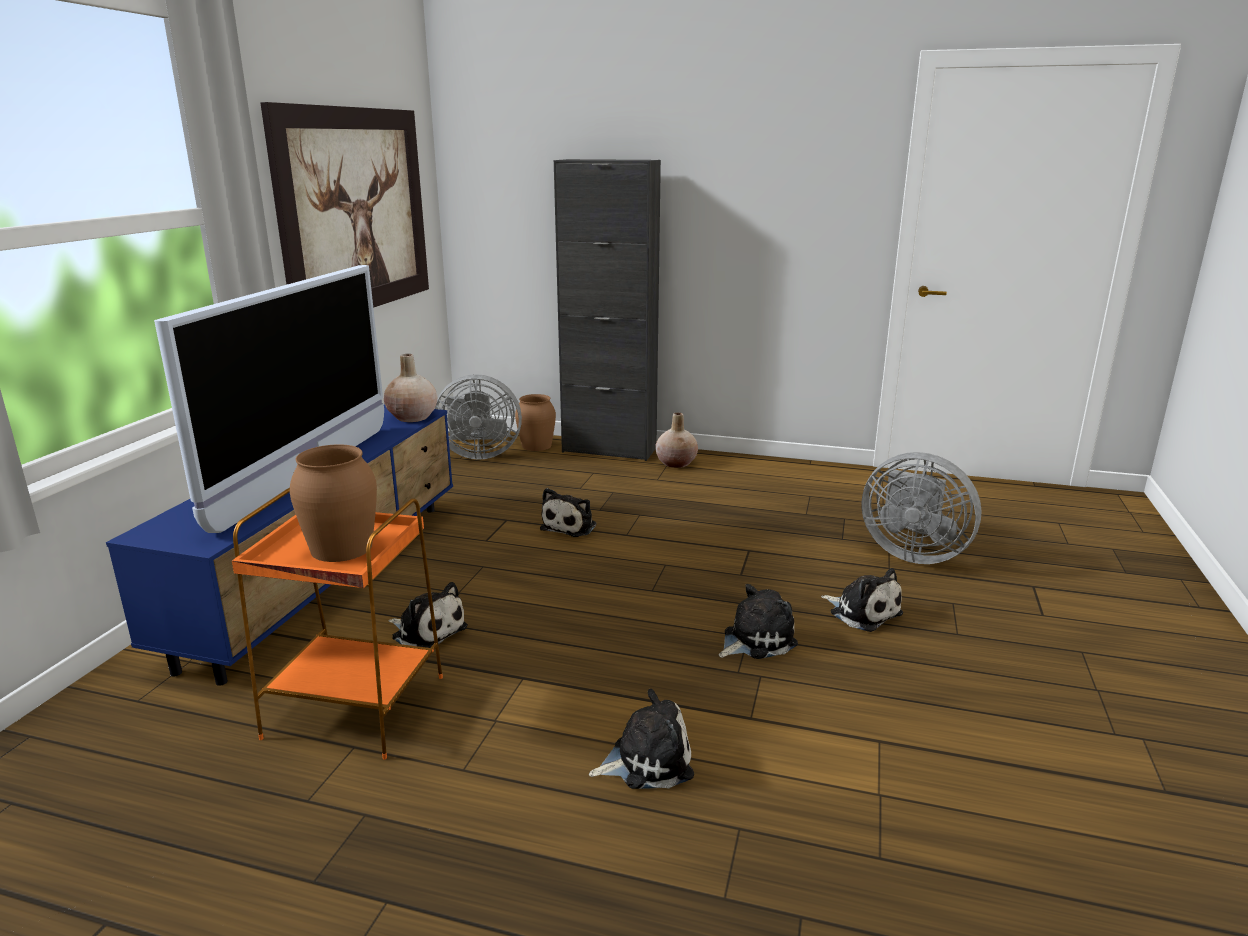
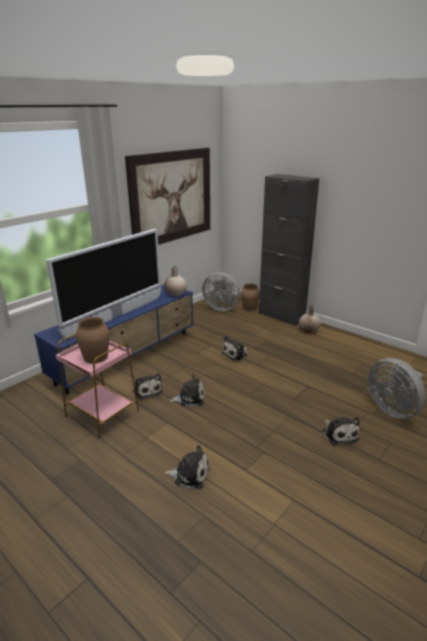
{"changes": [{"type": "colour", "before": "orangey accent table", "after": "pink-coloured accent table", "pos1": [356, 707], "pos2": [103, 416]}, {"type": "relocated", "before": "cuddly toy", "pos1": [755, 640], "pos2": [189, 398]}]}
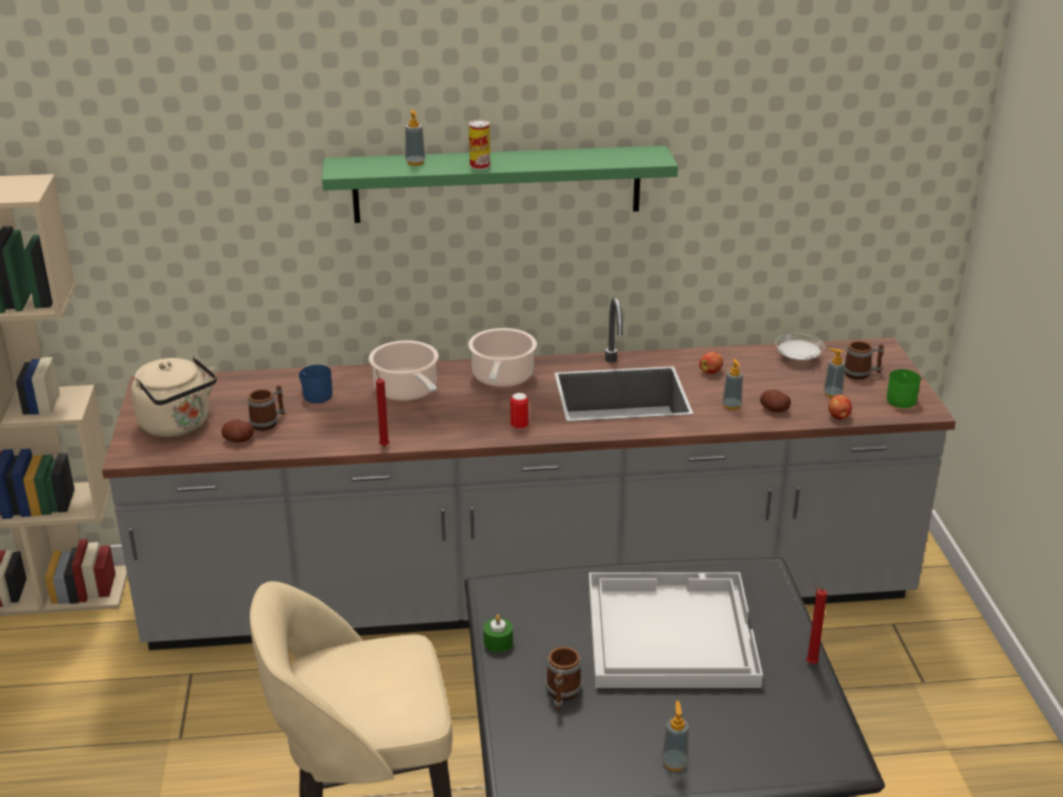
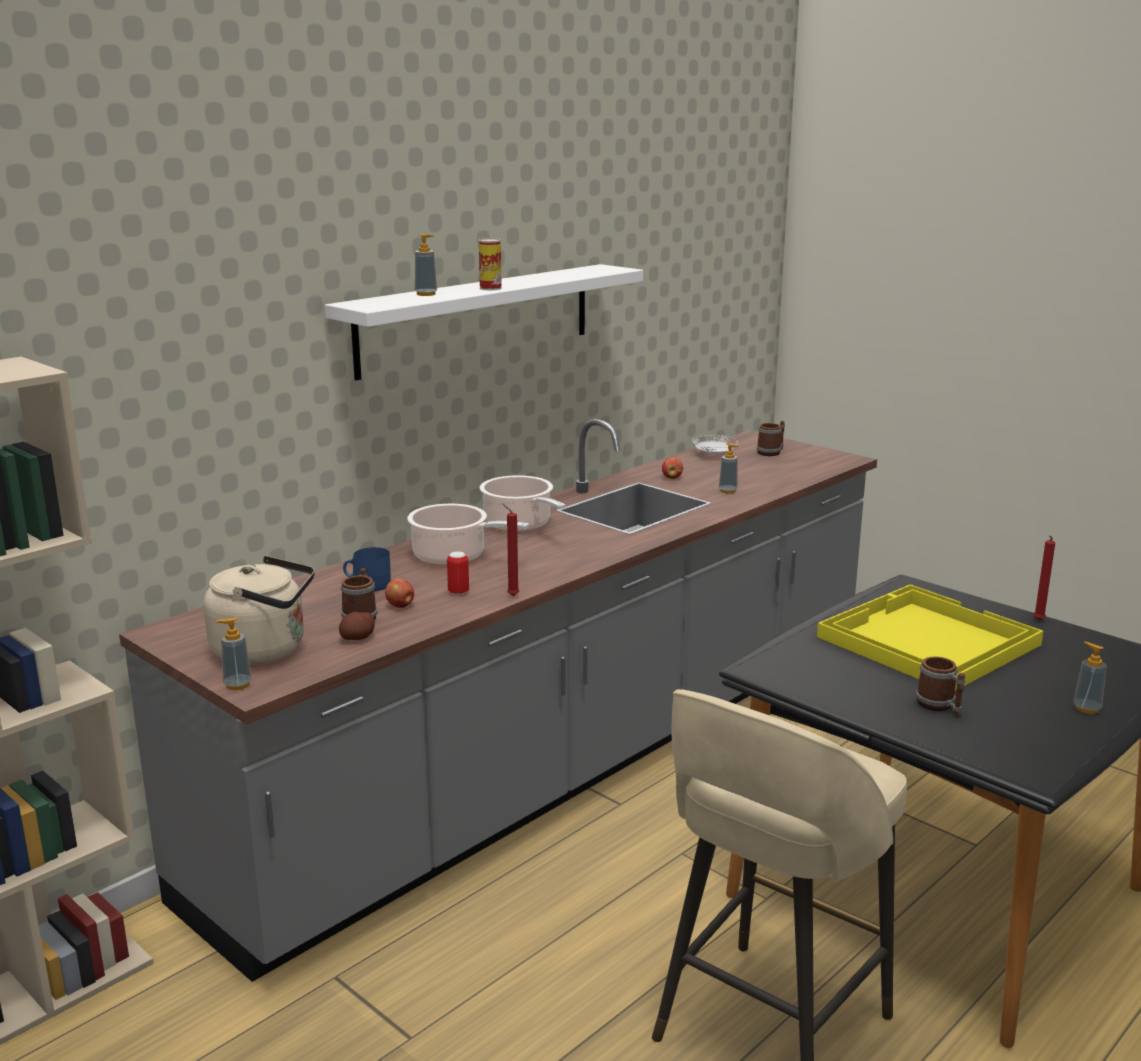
{"changes": [{"type": "relocated", "before": "soap dispenser", "pos1": [832, 394], "pos2": [237, 685]}, {"type": "colour", "before": "green-coloured wall shelf", "after": "white wall shelf", "pos1": [497, 184], "pos2": [477, 319]}, {"type": "relocated", "before": "whole apple", "pos1": [838, 417], "pos2": [400, 606]}, {"type": "relocated", "before": "metal can", "pos1": [519, 426], "pos2": [458, 592]}, {"type": "colour", "before": "white carrying tray", "after": "yellow-coloured carrying tray", "pos1": [668, 632], "pos2": [925, 640]}, {"type": "missing", "before": "green-coloured candle", "pos1": [498, 642]}, {"type": "missing", "before": "whole potato", "pos1": [774, 409]}, {"type": "missing", "before": "green-coloured mug", "pos1": [902, 399]}]}
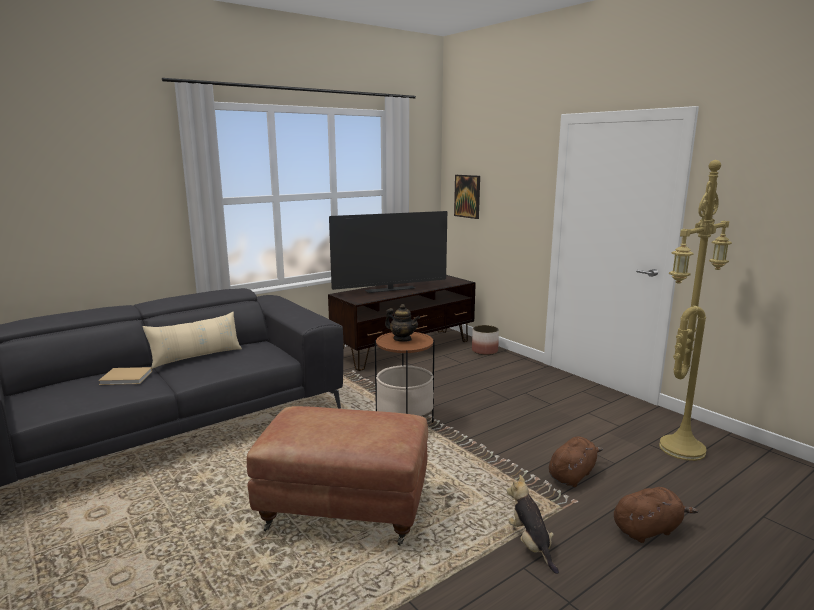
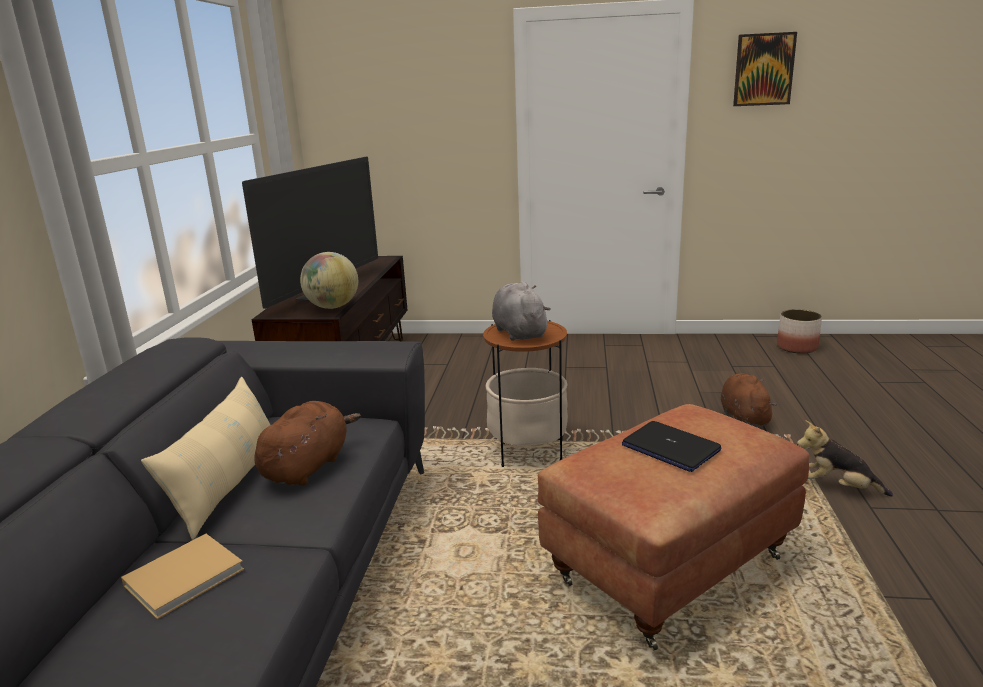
{"changes": [{"type": "relocated", "before": "brown cuddly toy", "pos1": [648, 529], "pos2": [308, 466]}, {"type": "appeared", "after": "desk globe", "pos2": [332, 307]}, {"type": "exchanged", "before": "pot for tea", "after": "gray cuddly toy", "pos1": [402, 339], "pos2": [518, 332]}, {"type": "appeared", "after": "notebook computer", "pos2": [670, 448]}, {"type": "relocated", "before": "wall picture", "pos1": [467, 196], "pos2": [763, 69]}, {"type": "relocated", "before": "flower pot", "pos1": [485, 351], "pos2": [797, 347]}, {"type": "missing", "before": "yellow-coloured standard lamp", "pos1": [679, 447]}]}
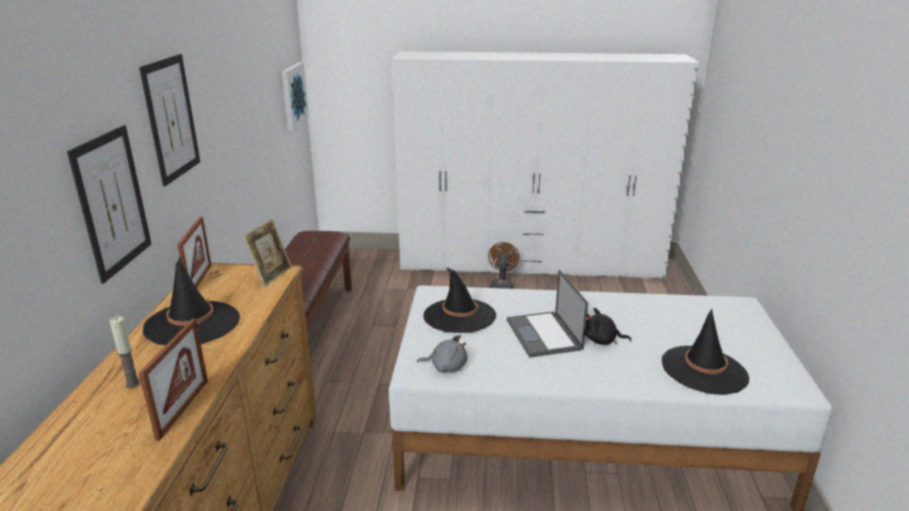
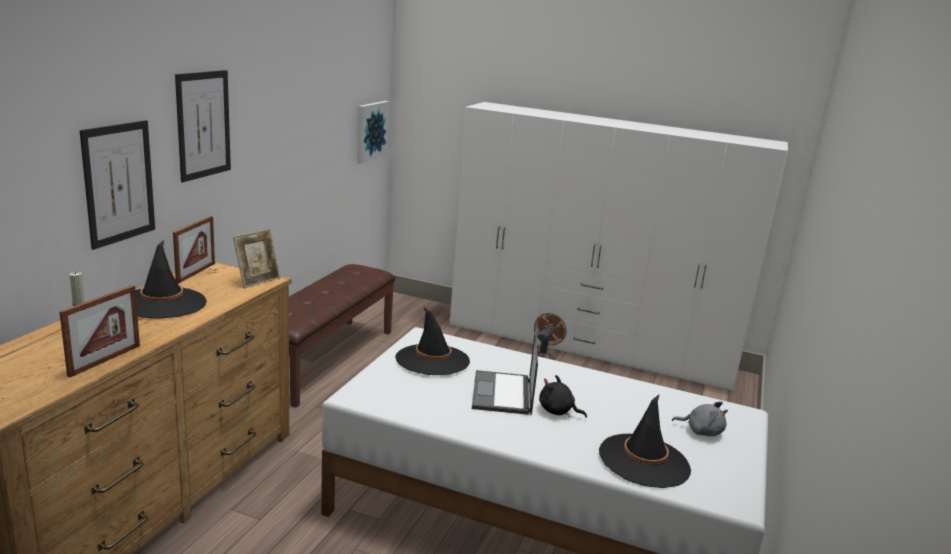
{"changes": [{"type": "relocated", "before": "gray cuddly toy", "pos1": [446, 366], "pos2": [701, 431]}]}
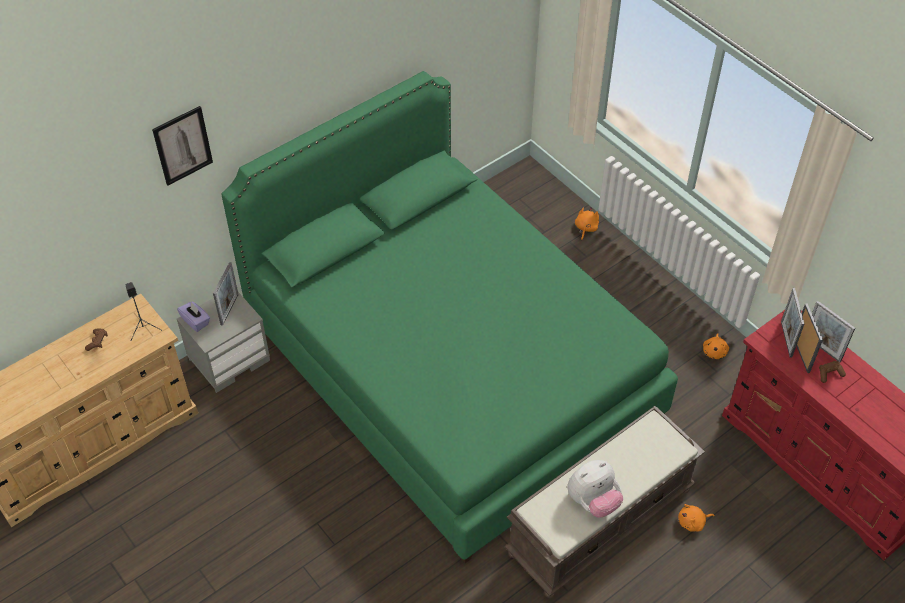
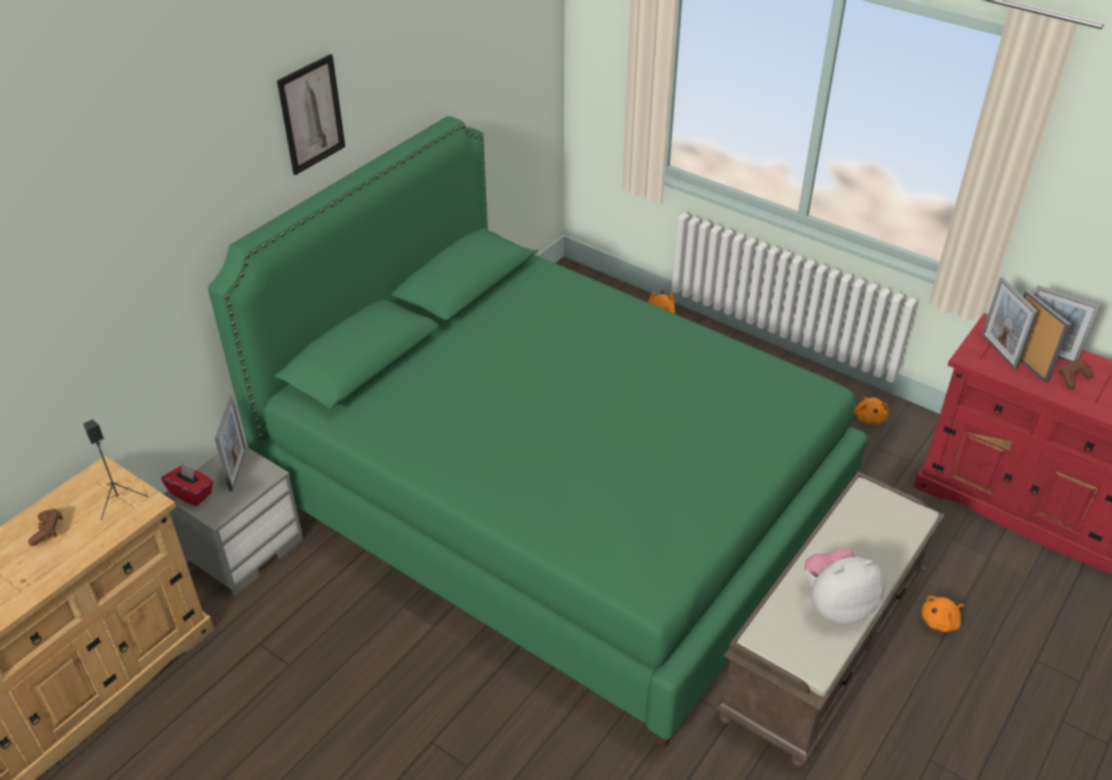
{"changes": [{"type": "colour", "before": "purple tissue holder", "after": "red-coloured tissue holder", "pos1": [196, 321], "pos2": [191, 493]}, {"type": "relocated", "before": "wall picture", "pos1": [183, 145], "pos2": [311, 114]}, {"type": "spun", "before": "cuddly toy", "pos1": [593, 501], "pos2": [836, 605], "turn": -150}]}
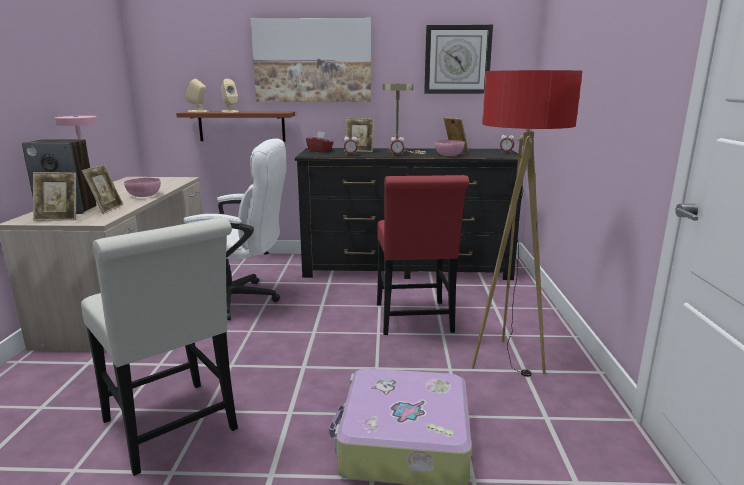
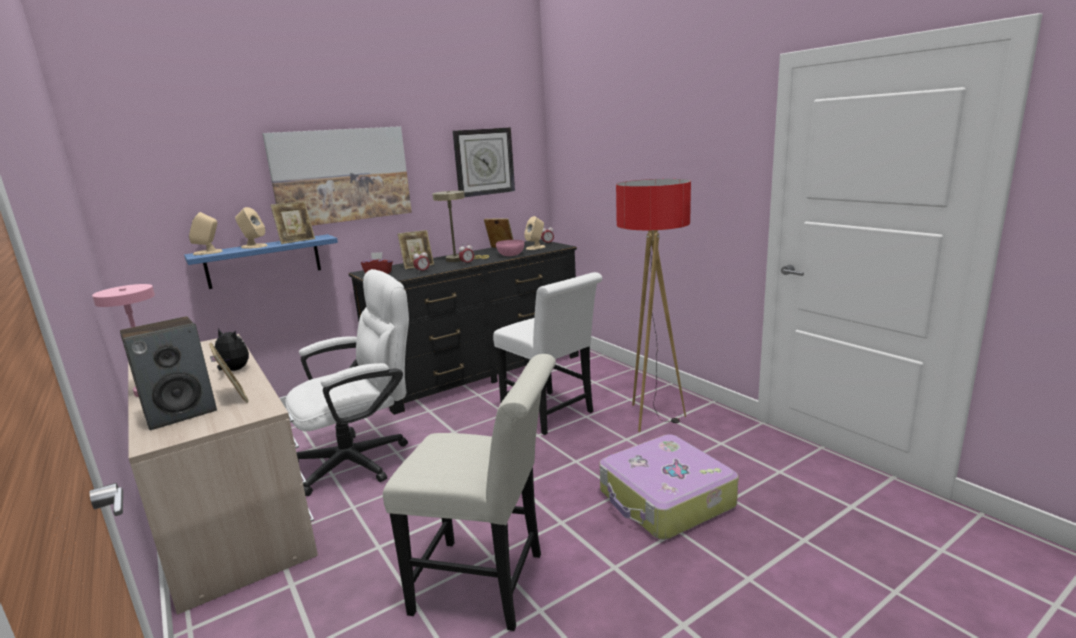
{"changes": [{"type": "colour", "before": "brown wall shelf", "after": "blue wall shelf", "pos1": [242, 126], "pos2": [263, 261]}, {"type": "exchanged", "before": "pink-coloured bowl", "after": "cuddly toy", "pos1": [144, 195], "pos2": [233, 370]}, {"type": "relocated", "before": "picture frame", "pos1": [59, 218], "pos2": [296, 241]}, {"type": "colour", "before": "red-coloured plain chair", "after": "white plain chair", "pos1": [415, 321], "pos2": [551, 414]}, {"type": "appeared", "after": "sand-coloured audio speaker", "pos2": [535, 247]}]}
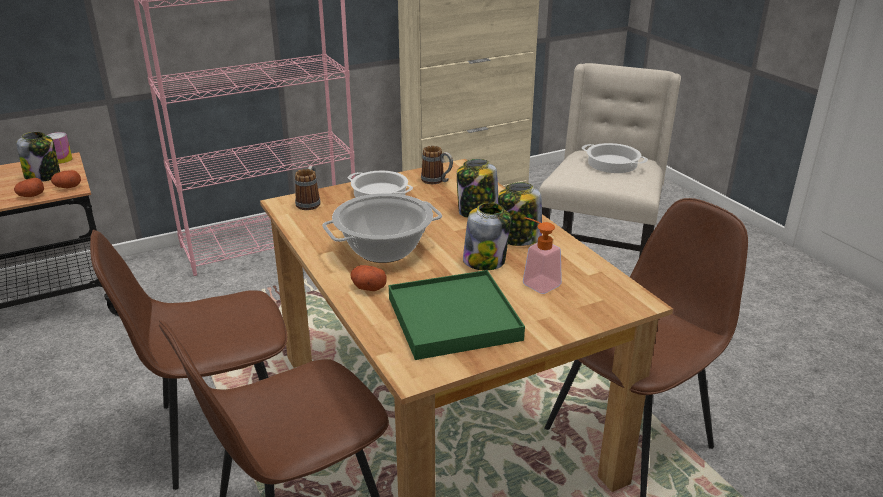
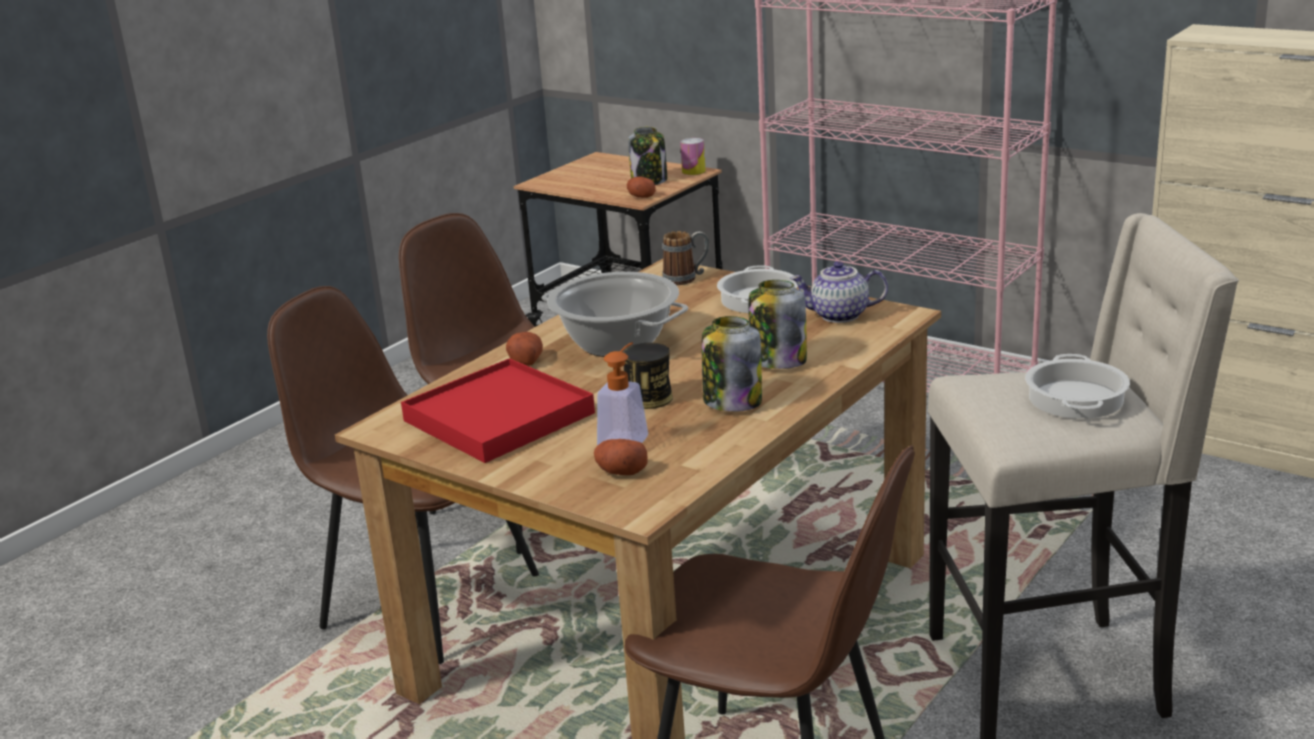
{"changes": [{"type": "colour", "before": "green-coloured carrying tray", "after": "red-coloured carrying tray", "pos1": [454, 319], "pos2": [499, 417]}, {"type": "relocated", "before": "whole potato", "pos1": [31, 195], "pos2": [620, 471]}, {"type": "exchanged", "before": "storage jar", "after": "metal can", "pos1": [485, 261], "pos2": [649, 398]}, {"type": "exchanged", "before": "mug", "after": "pot for tea", "pos1": [437, 181], "pos2": [839, 316]}]}
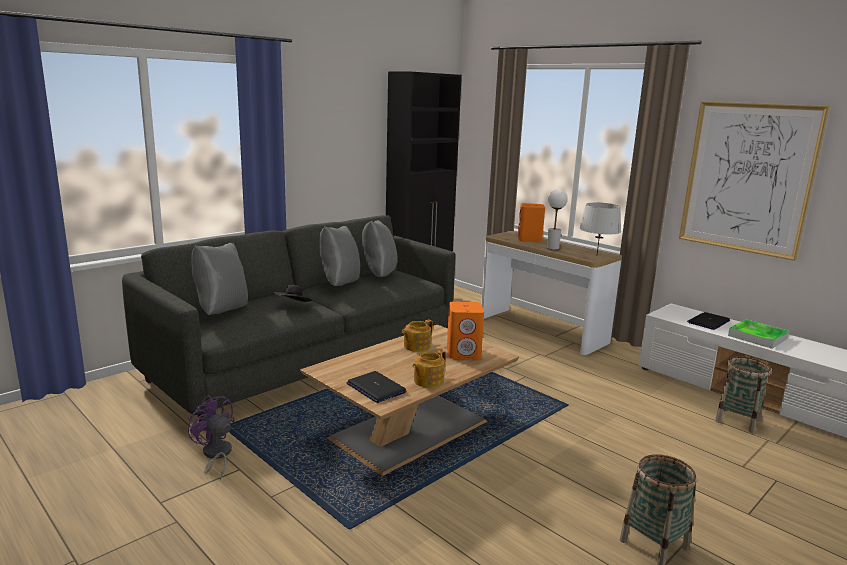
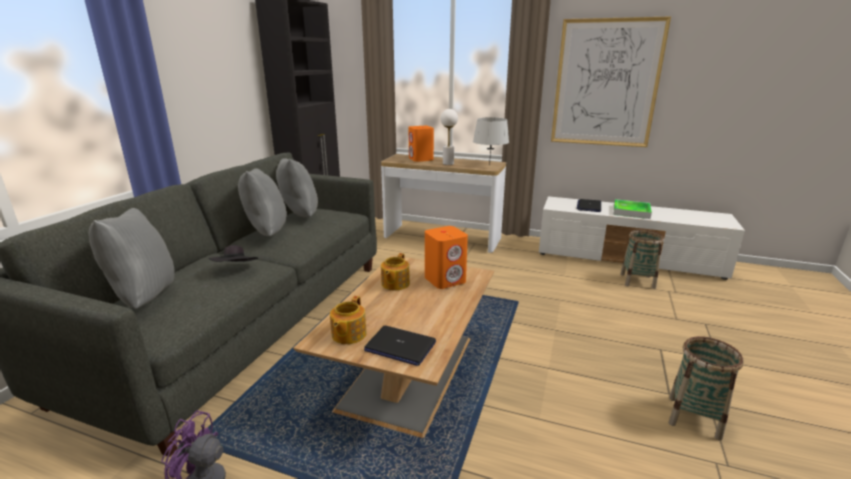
{"changes": [{"type": "relocated", "before": "pot for tea", "pos1": [428, 381], "pos2": [348, 334]}]}
